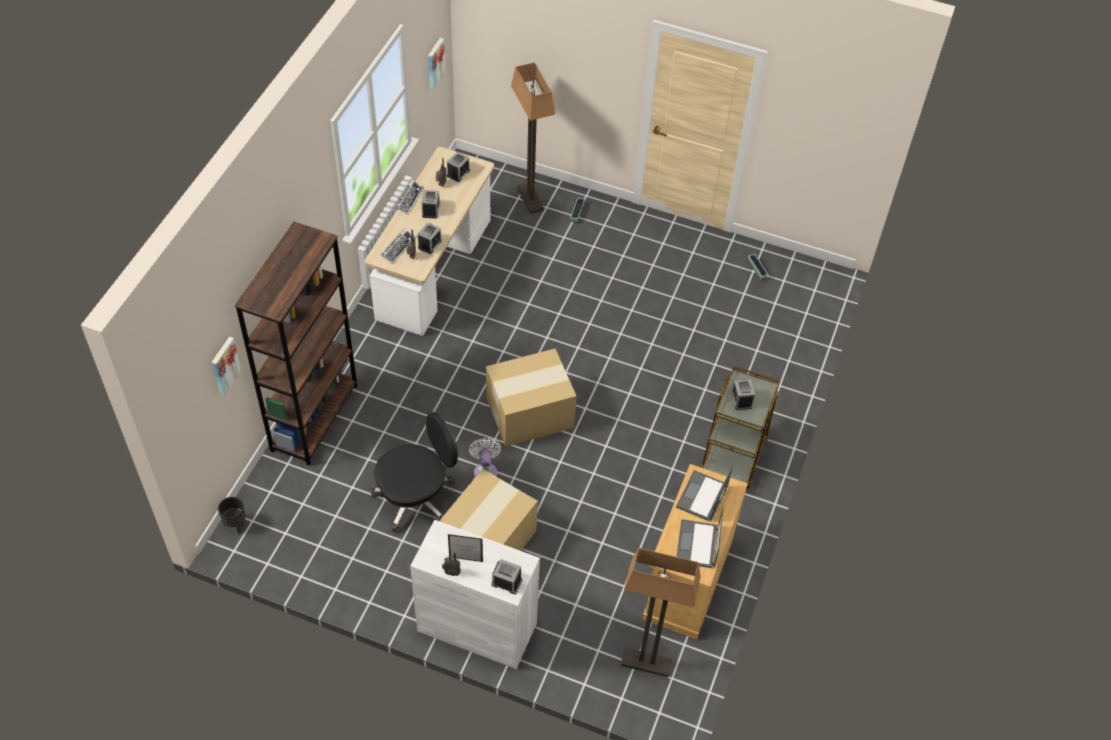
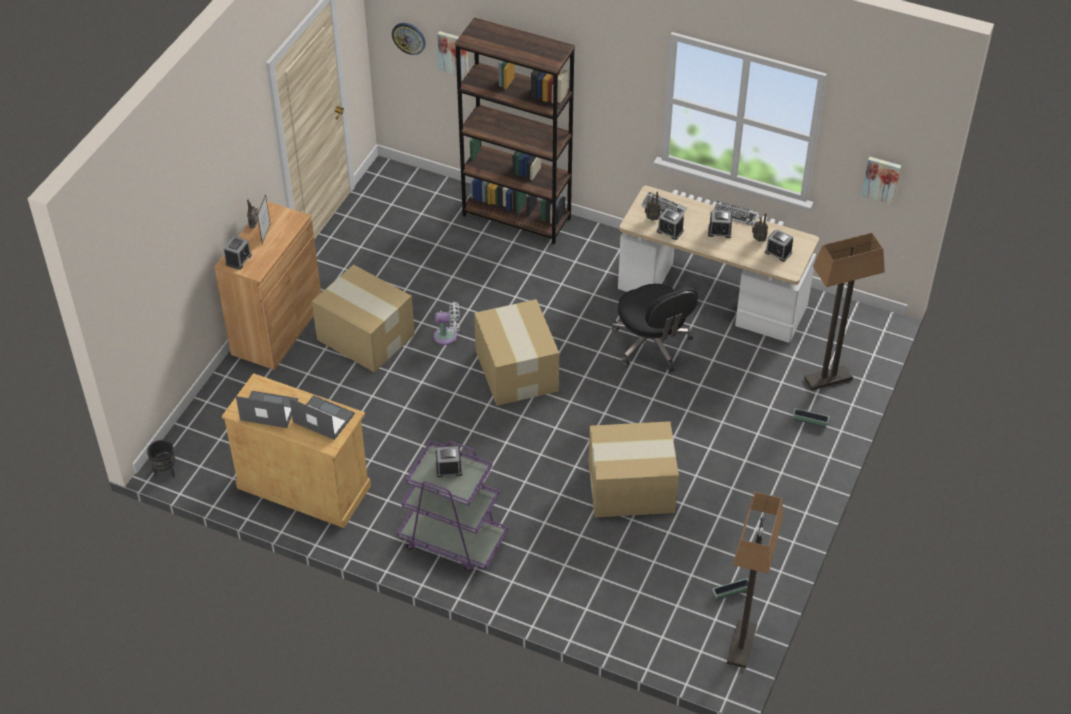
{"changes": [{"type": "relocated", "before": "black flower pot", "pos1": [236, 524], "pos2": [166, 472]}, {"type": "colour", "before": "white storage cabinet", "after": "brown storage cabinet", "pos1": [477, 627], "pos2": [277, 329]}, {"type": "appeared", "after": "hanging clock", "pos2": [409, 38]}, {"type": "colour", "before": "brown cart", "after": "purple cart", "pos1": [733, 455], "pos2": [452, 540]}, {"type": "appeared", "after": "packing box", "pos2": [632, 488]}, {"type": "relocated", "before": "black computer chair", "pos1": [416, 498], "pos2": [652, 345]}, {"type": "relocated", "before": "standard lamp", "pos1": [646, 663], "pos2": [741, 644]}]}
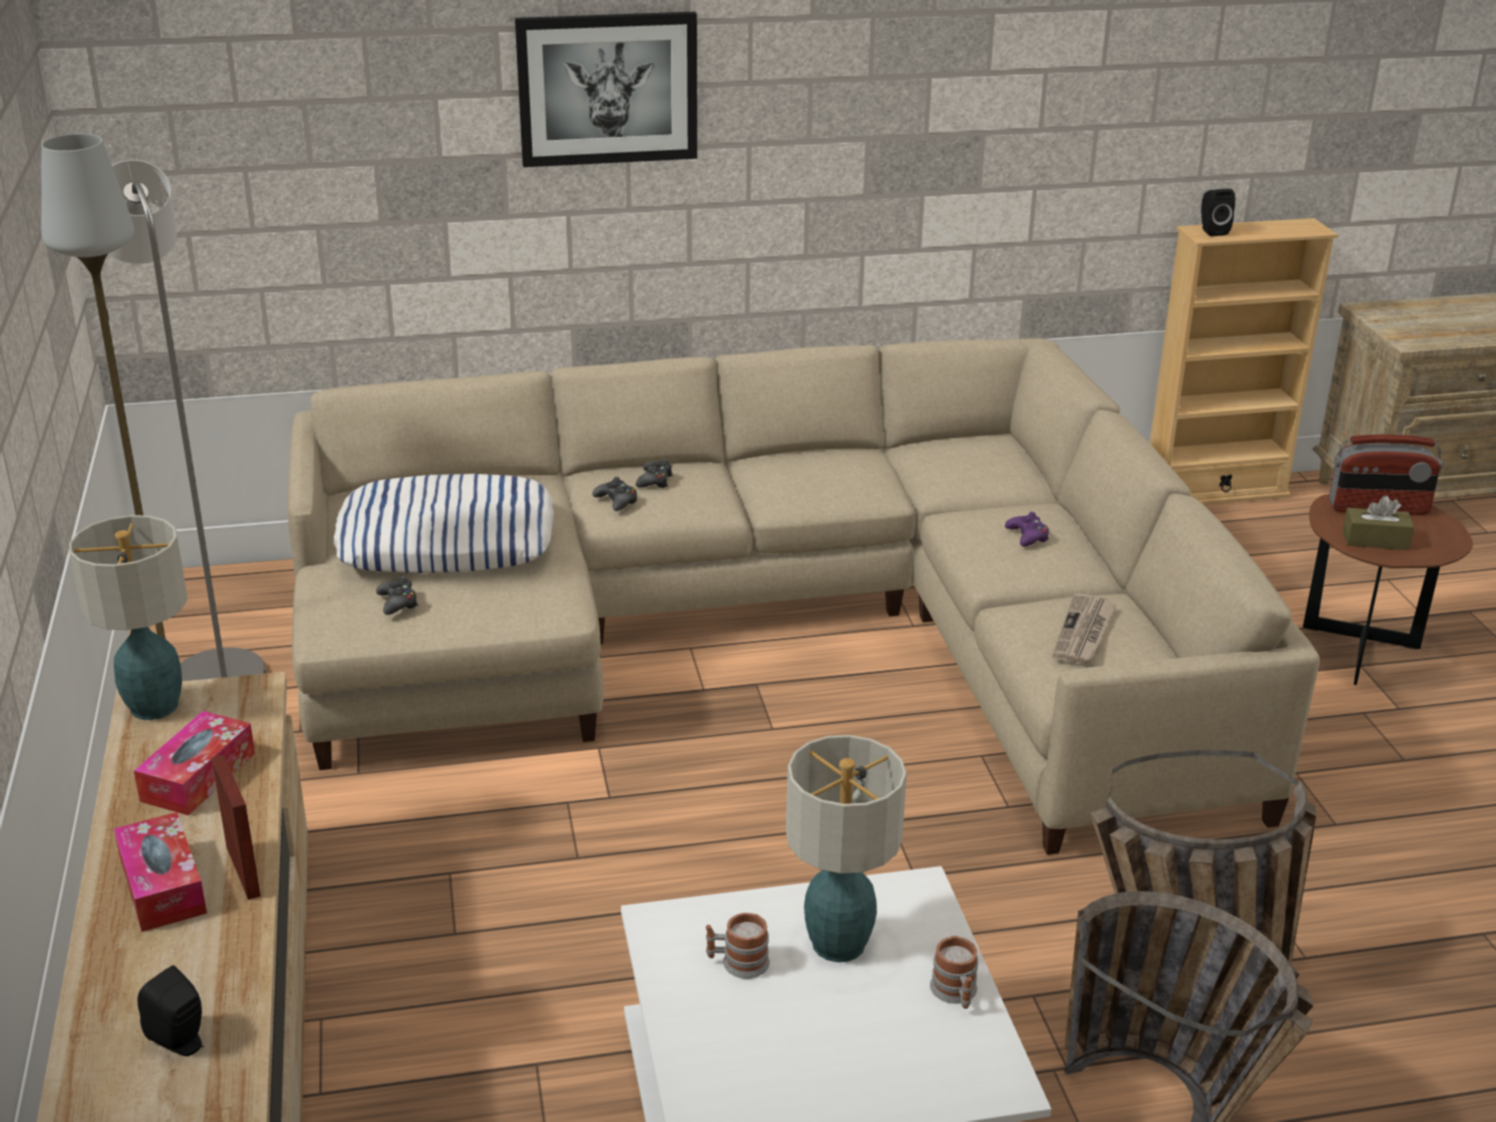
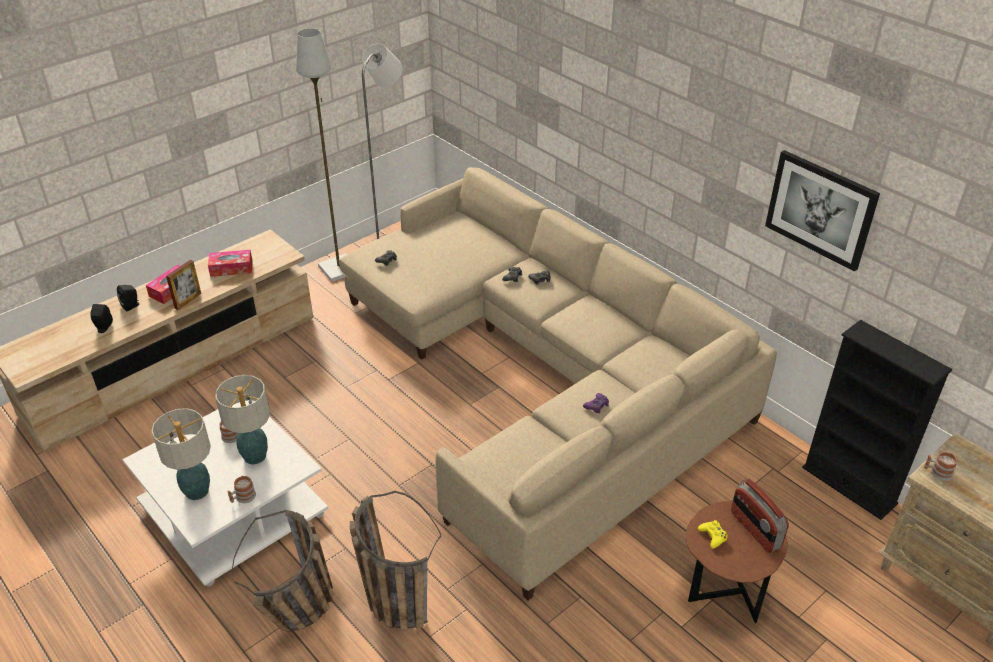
{"changes": [{"type": "relocated", "before": "black audio speaker", "pos1": [1212, 231], "pos2": [132, 306]}, {"type": "relocated", "before": "table lamp", "pos1": [155, 707], "pos2": [197, 492]}, {"type": "exchanged", "before": "brown tissue holder", "after": "yellow-coloured gamepad", "pos1": [1375, 540], "pos2": [713, 536]}, {"type": "relocated", "before": "wall picture", "pos1": [607, 88], "pos2": [820, 209]}, {"type": "colour", "before": "sand-coloured bookshelf", "after": "black bookshelf", "pos1": [1214, 492], "pos2": [849, 485]}, {"type": "appeared", "after": "mug", "pos2": [937, 472]}, {"type": "missing", "before": "pillow", "pos1": [447, 540]}, {"type": "missing", "before": "newspaper", "pos1": [1084, 633]}]}
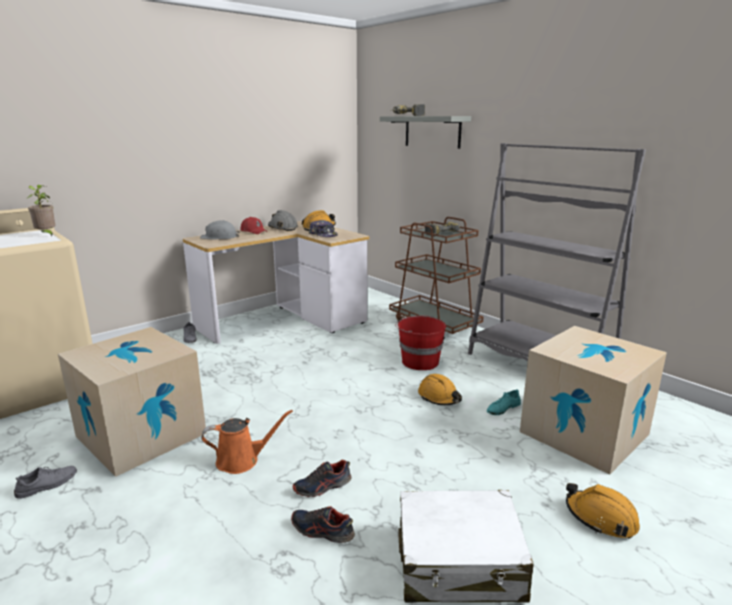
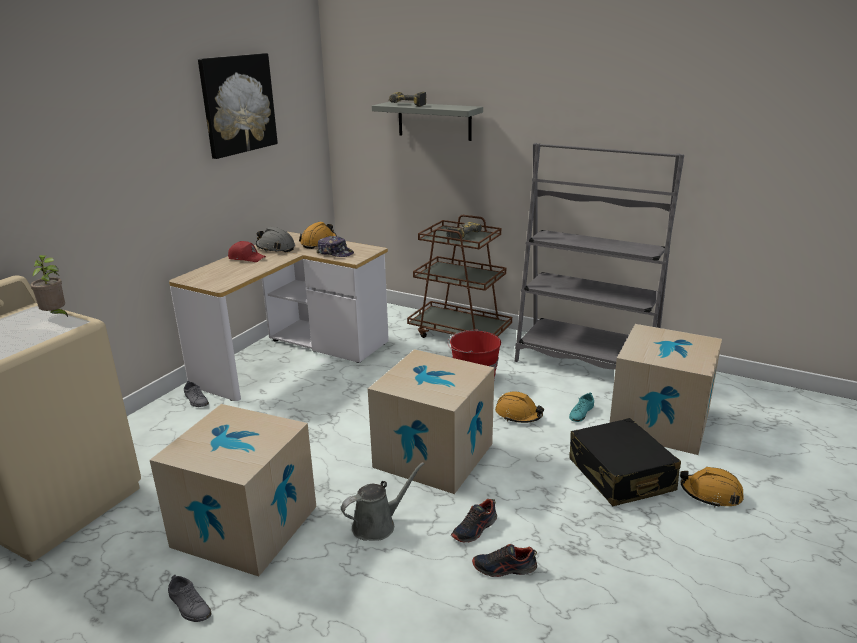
{"changes": [{"type": "spun", "before": "gray low shoe", "pos1": [47, 485], "pos2": [189, 605], "turn": 105}, {"type": "appeared", "after": "wall picture", "pos2": [238, 104]}, {"type": "colour", "before": "orangey sprinkling can", "after": "gray sprinkling can", "pos1": [242, 460], "pos2": [377, 524]}, {"type": "appeared", "after": "packing box", "pos2": [433, 455]}, {"type": "appeared", "after": "black suitcase", "pos2": [620, 475]}, {"type": "missing", "before": "gray safety helmet", "pos1": [219, 237]}, {"type": "missing", "before": "white suitcase", "pos1": [459, 562]}]}
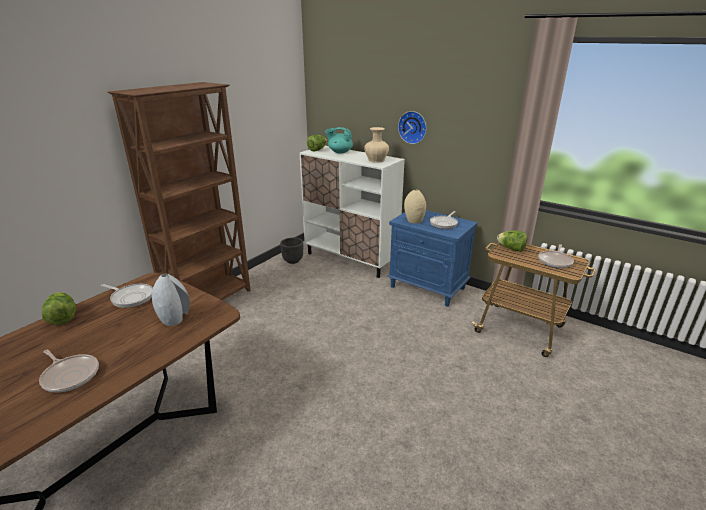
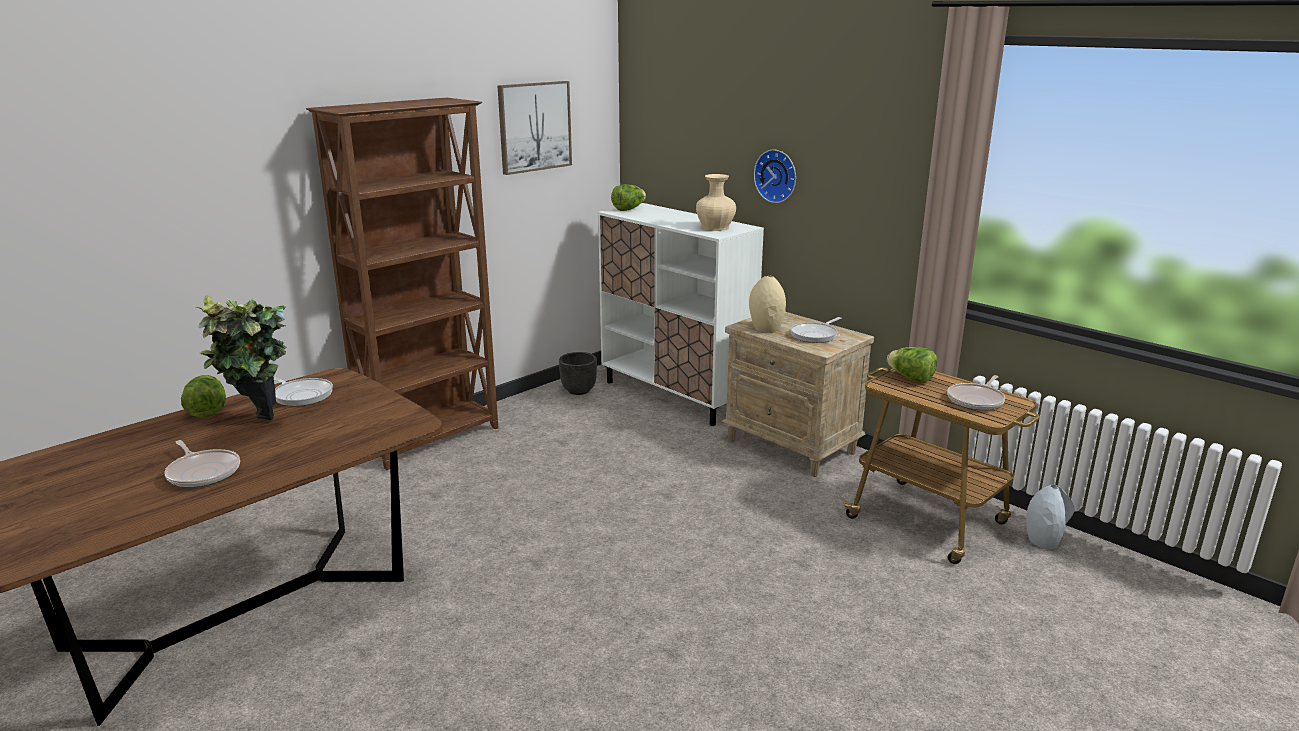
{"changes": [{"type": "appeared", "after": "potted plant", "pos2": [259, 429]}, {"type": "appeared", "after": "wall picture", "pos2": [534, 126]}, {"type": "colour", "before": "blue night table", "after": "sand-coloured night table", "pos1": [428, 287], "pos2": [792, 447]}, {"type": "relocated", "before": "gray decorative vase", "pos1": [175, 318], "pos2": [1044, 540]}, {"type": "missing", "before": "turquoise pot for tea", "pos1": [339, 152]}]}
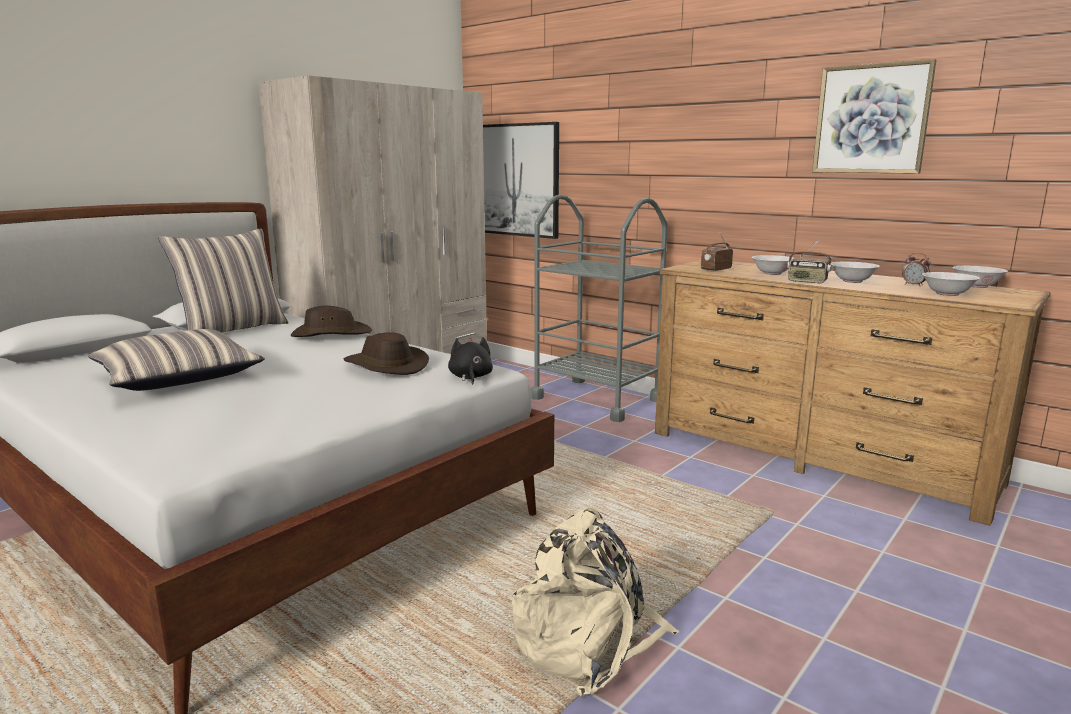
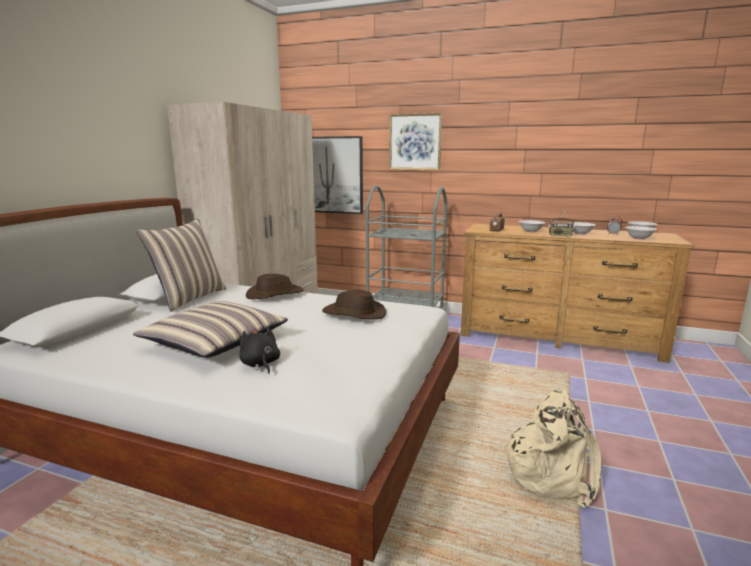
{"changes": [{"type": "relocated", "before": "black cuddly toy", "pos1": [470, 377], "pos2": [260, 364]}, {"type": "relocated", "before": "wall picture", "pos1": [871, 119], "pos2": [415, 142]}]}
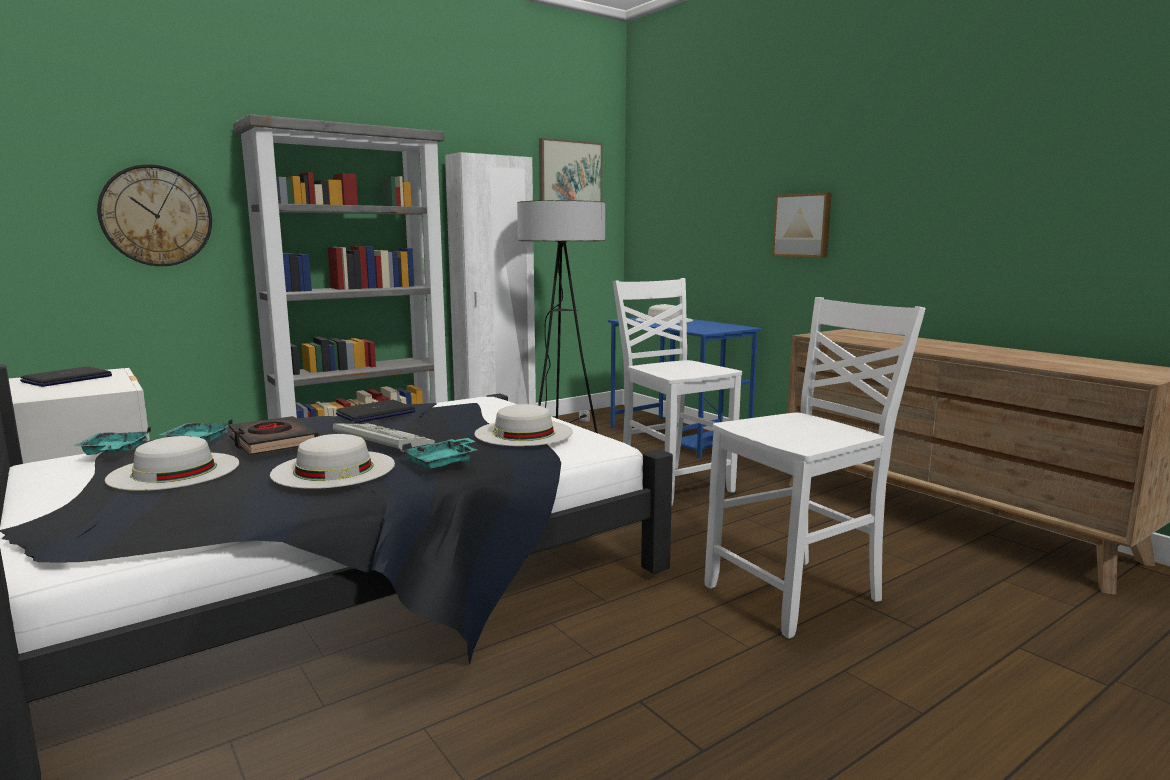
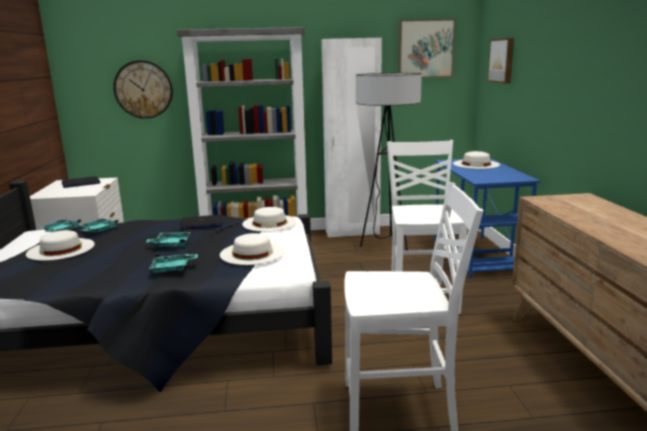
{"changes": [{"type": "exchanged", "before": "PC keyboard", "after": "turquoise carrying tray", "pos1": [380, 439], "pos2": [171, 244]}, {"type": "relocated", "before": "white hat", "pos1": [334, 469], "pos2": [269, 223]}, {"type": "relocated", "before": "wall picture", "pos1": [803, 225], "pos2": [502, 60]}, {"type": "missing", "before": "black bound book", "pos1": [273, 442]}]}
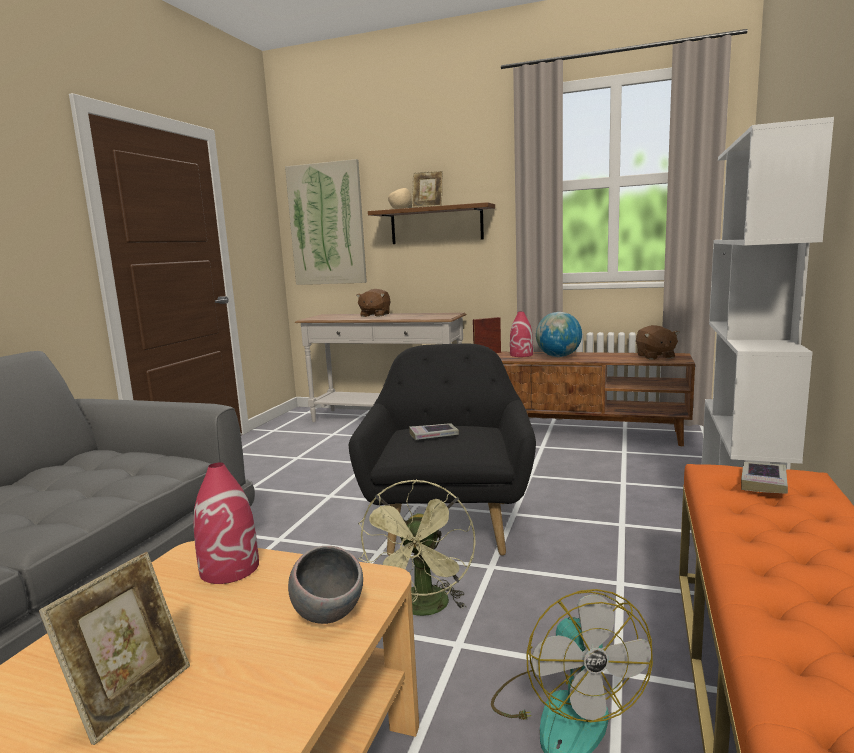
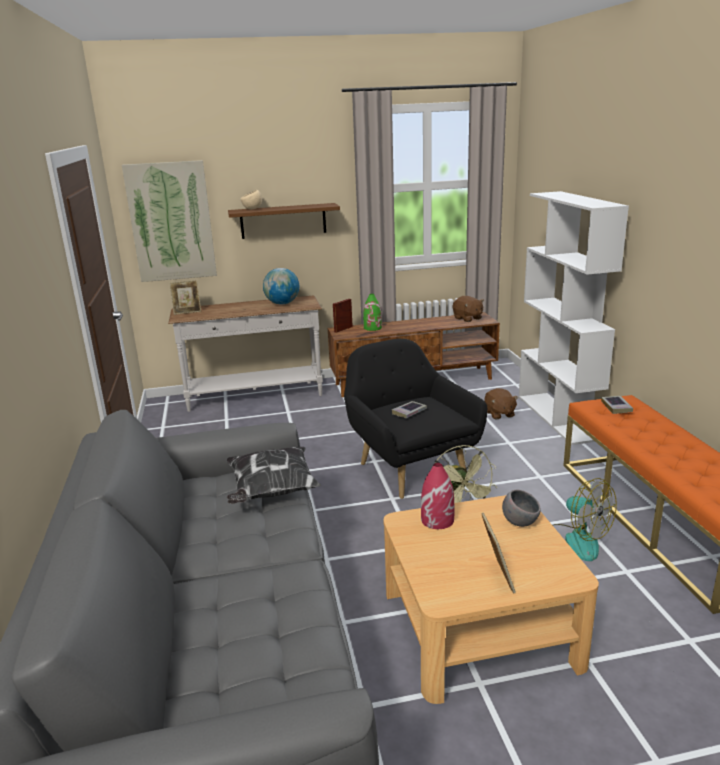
{"changes": [{"type": "relocated", "before": "picture frame", "pos1": [428, 207], "pos2": [187, 312]}, {"type": "appeared", "after": "pillow", "pos2": [271, 491]}, {"type": "relocated", "before": "desk globe", "pos1": [558, 356], "pos2": [282, 303]}, {"type": "colour", "before": "red-coloured decorative vase", "after": "green-coloured decorative vase", "pos1": [521, 355], "pos2": [373, 328]}, {"type": "relocated", "before": "brown cuddly toy", "pos1": [375, 315], "pos2": [499, 414]}]}
